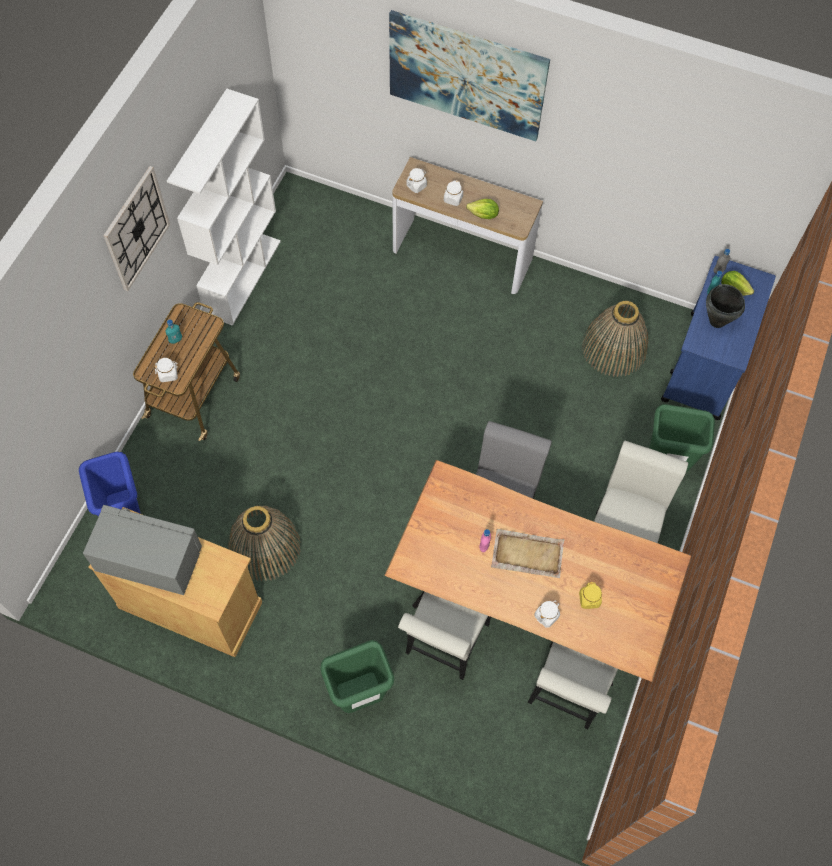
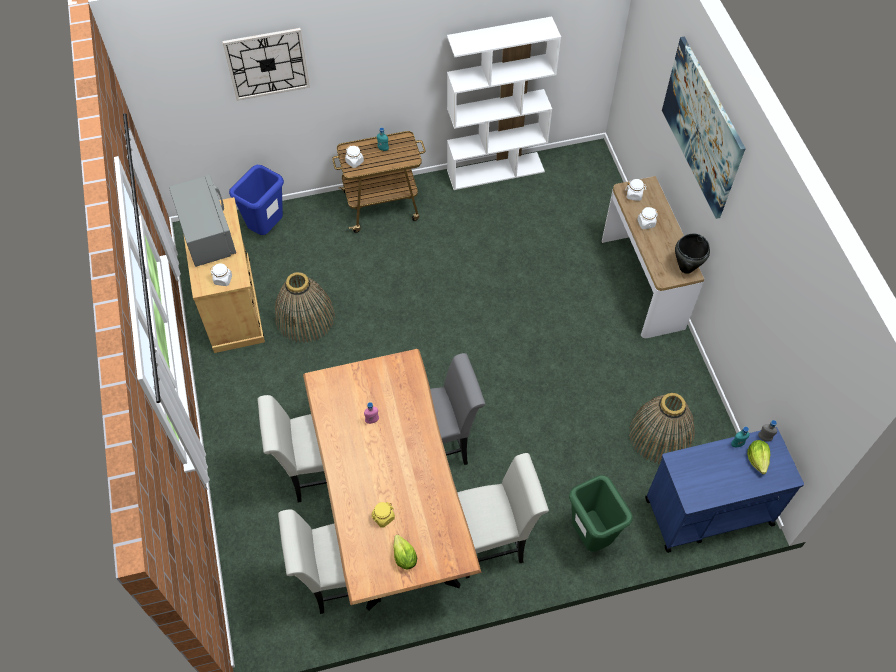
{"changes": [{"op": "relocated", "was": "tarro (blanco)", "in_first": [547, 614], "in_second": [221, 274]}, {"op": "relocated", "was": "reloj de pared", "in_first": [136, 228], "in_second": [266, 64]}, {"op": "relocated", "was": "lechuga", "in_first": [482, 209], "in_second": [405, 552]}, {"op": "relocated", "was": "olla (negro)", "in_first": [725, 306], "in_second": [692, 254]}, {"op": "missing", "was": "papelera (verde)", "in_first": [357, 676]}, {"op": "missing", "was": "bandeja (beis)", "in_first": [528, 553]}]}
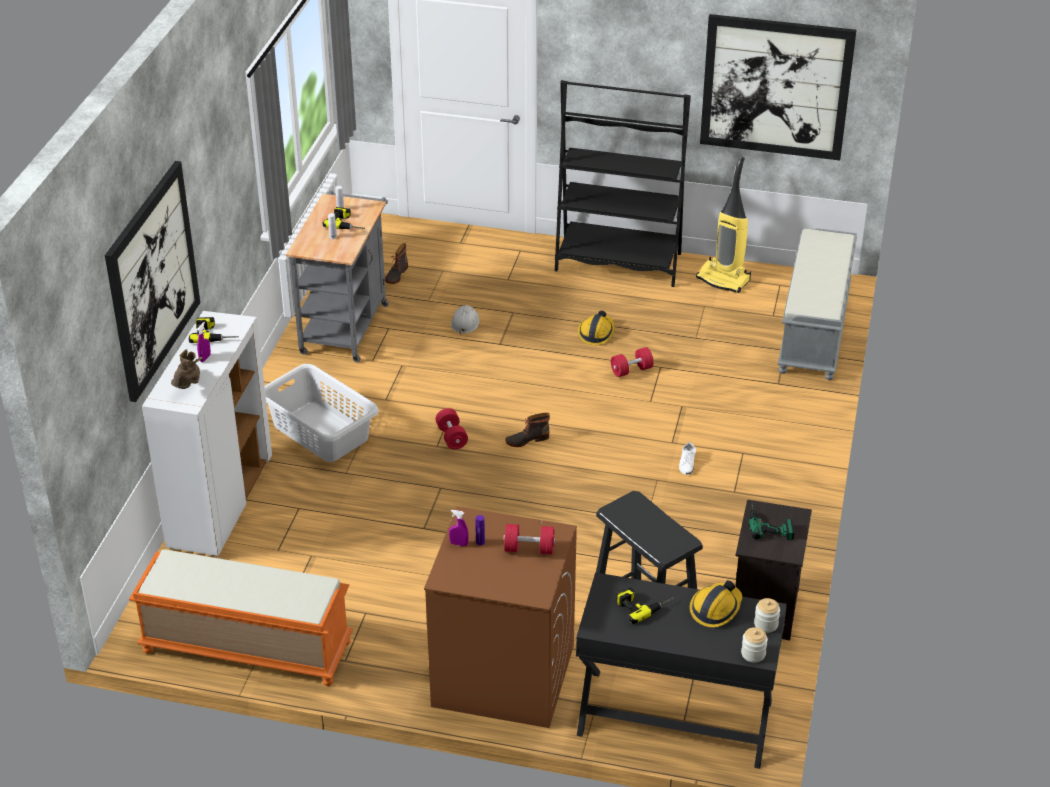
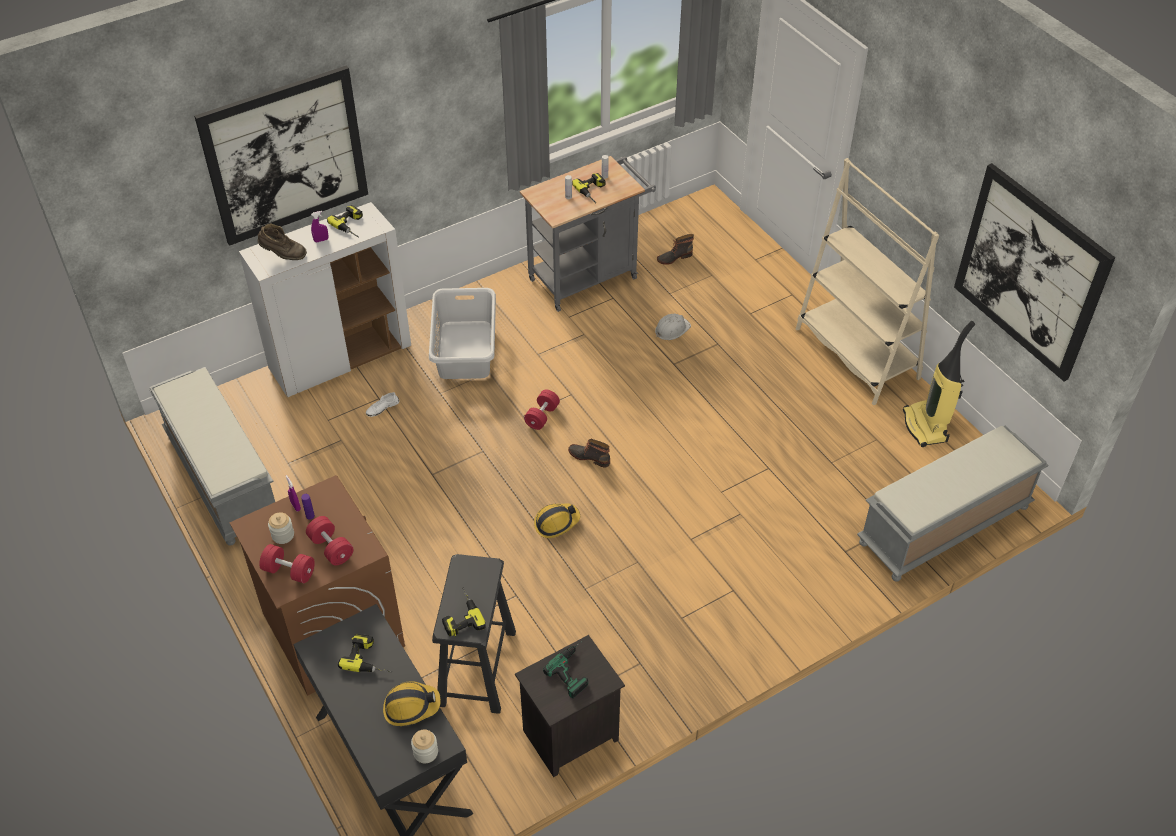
{"changes": [{"op": "colour", "was": "banco (naranja)", "now": "banco (gris)", "in_first": [241, 618], "in_second": [212, 456]}, {"op": "spun", "was": "bota (marrón)", "in_first": [187, 369], "in_second": [282, 242], "clockwise": 45}, {"op": "relocated", "was": "mancuerna (rojo)", "in_first": [632, 362], "in_second": [287, 563]}, {"op": "relocated", "was": "tarro", "in_first": [754, 645], "in_second": [281, 528]}, {"op": "relocated", "was": "zapato (blanco)", "in_first": [687, 458], "in_second": [382, 404]}, {"op": "appeared", "now": "taladro", "in_second": [464, 612]}, {"op": "relocated", "was": "casco", "in_first": [596, 328], "in_second": [557, 520]}, {"op": "colour", "was": "estantería (negro)", "now": "estantería (beis)", "in_first": [623, 183], "in_second": [868, 281]}]}
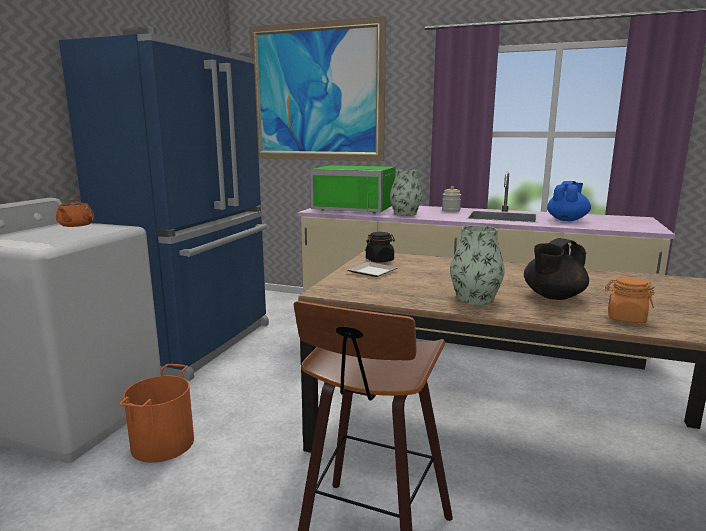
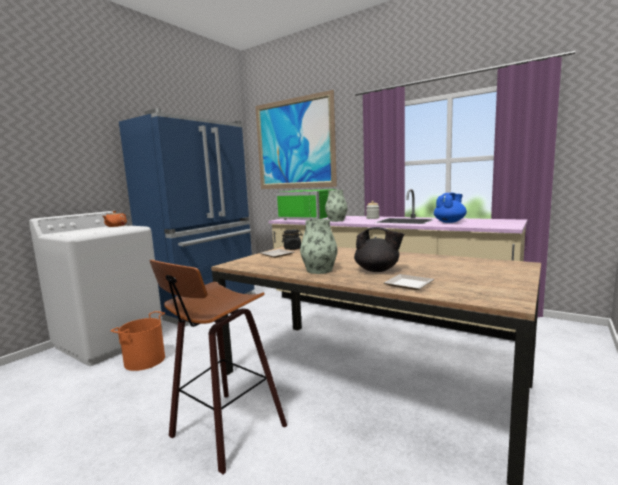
{"changes": [{"op": "spun", "was": "tetera (negro)", "in_first": [556, 269], "in_second": [379, 249], "clockwise": -135}, {"op": "exchanged", "was": "tarro (naranja)", "now": "plato", "in_first": [630, 300], "in_second": [409, 282]}]}
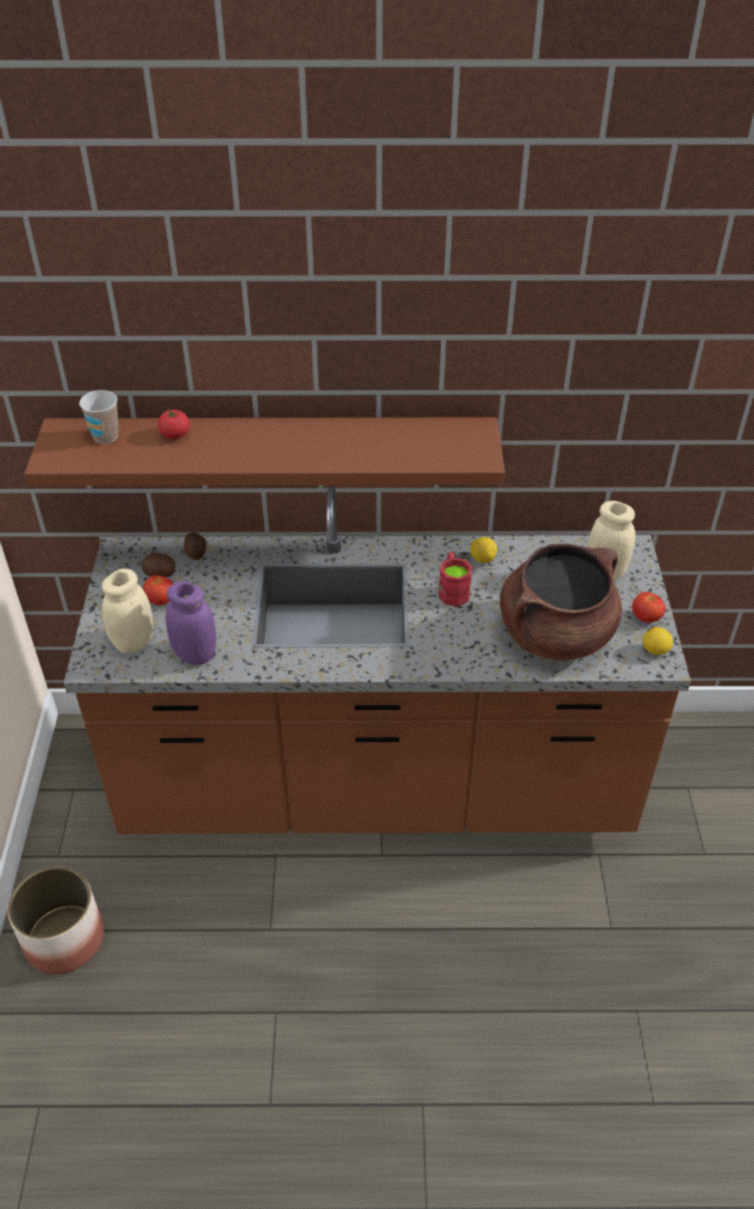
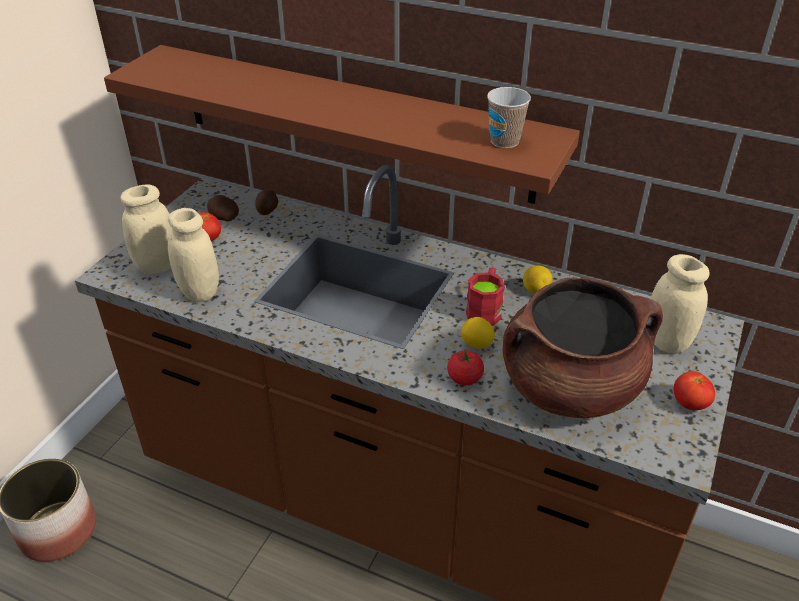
{"changes": [{"op": "colour", "was": "tarro (morado)", "now": "tarro (beis)", "in_first": [191, 623], "in_second": [193, 255]}, {"op": "relocated", "was": "tomate", "in_first": [174, 424], "in_second": [465, 367]}, {"op": "relocated", "was": "limón", "in_first": [657, 641], "in_second": [478, 333]}, {"op": "relocated", "was": "taza", "in_first": [99, 417], "in_second": [509, 117]}]}
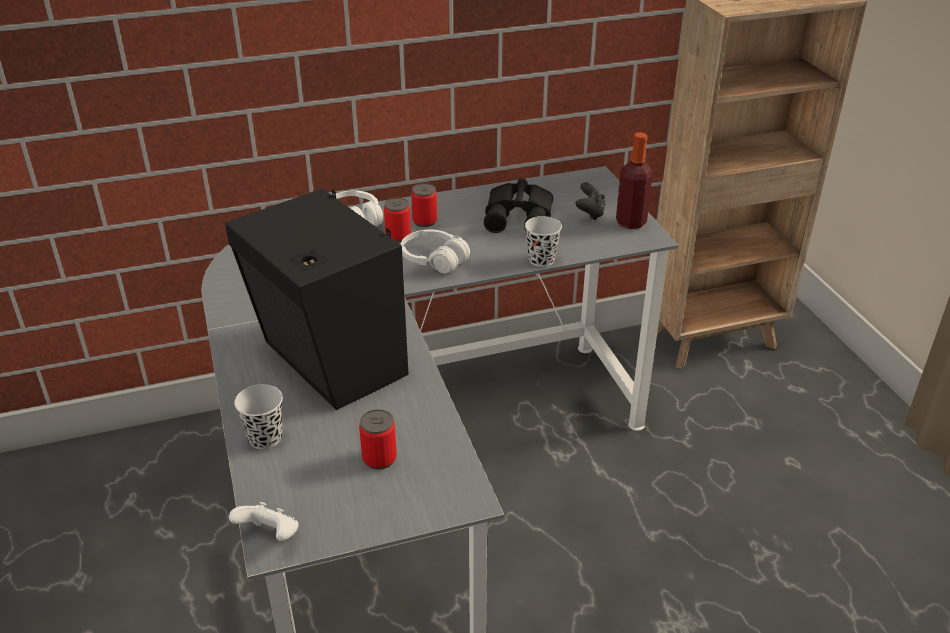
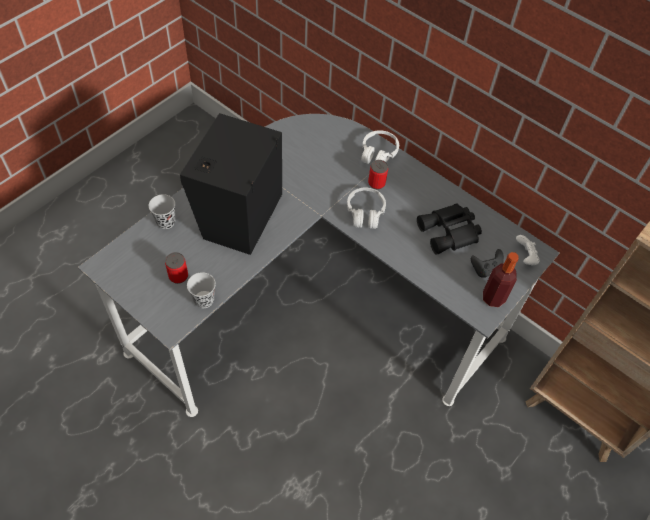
{"changes": [{"op": "relocated", "was": "taza (negro)", "in_first": [543, 241], "in_second": [201, 290]}, {"op": "relocated", "was": "mando de consola (blanco)", "in_first": [264, 521], "in_second": [527, 250]}, {"op": "missing", "was": "lata", "in_first": [424, 205]}]}
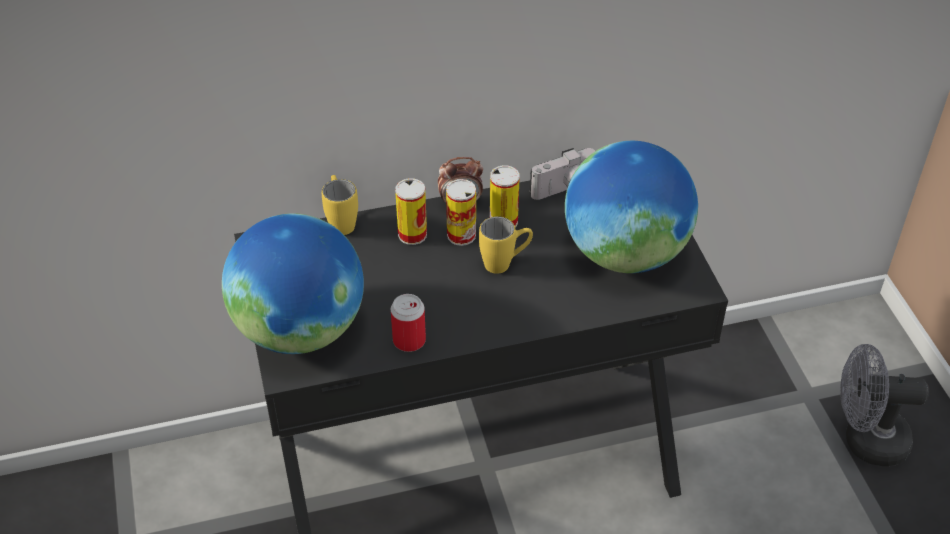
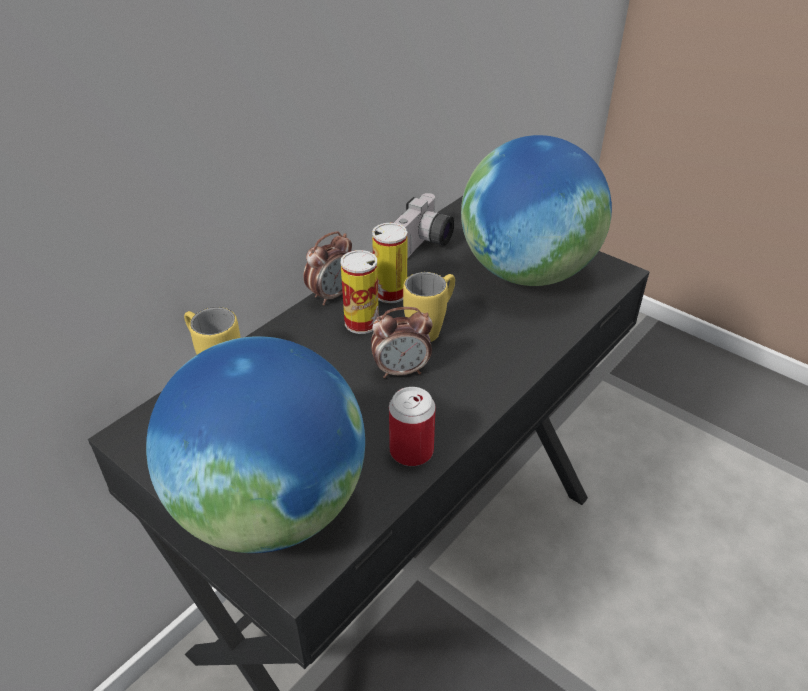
{"changes": [{"op": "appeared", "now": "despertador", "in_second": [402, 342]}, {"op": "missing", "was": "lata", "in_first": [411, 211]}, {"op": "missing", "was": "ventilador (gris)", "in_first": [884, 405]}]}
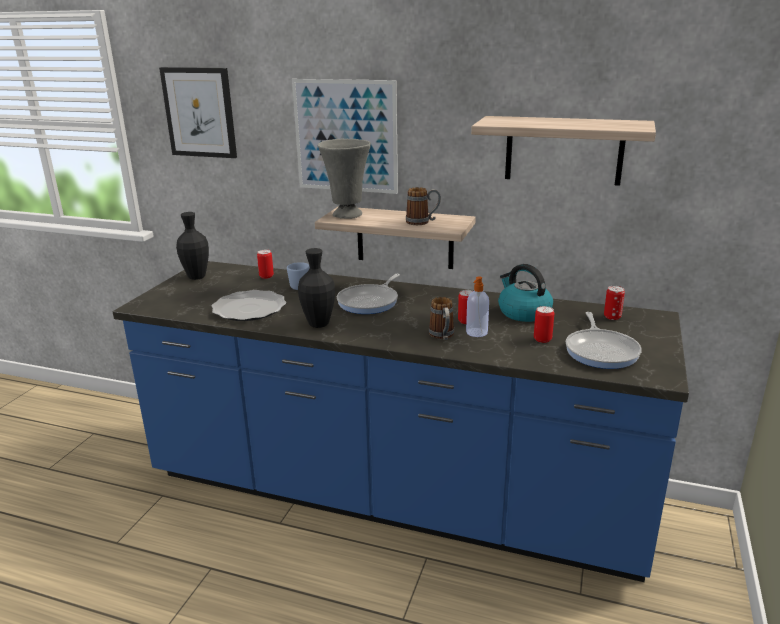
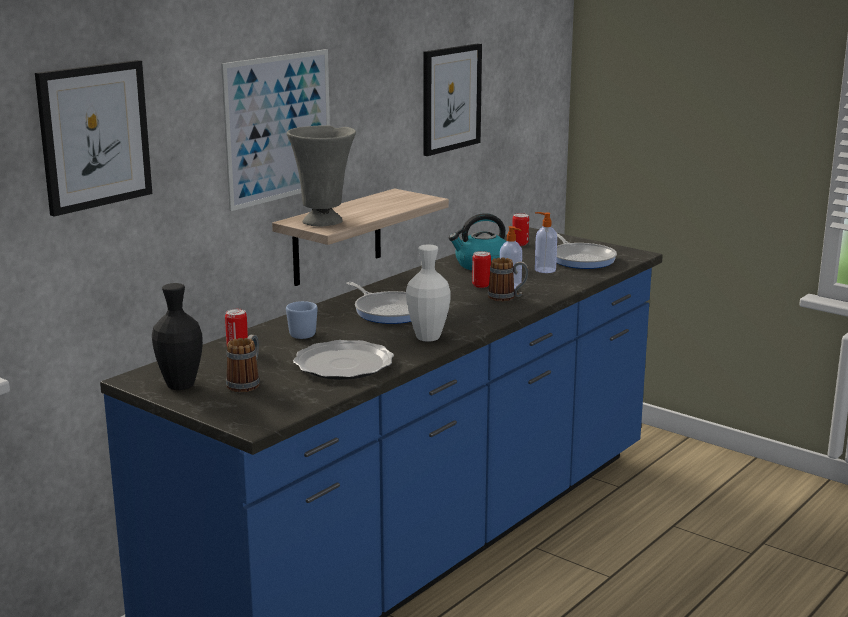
{"changes": [{"op": "relocated", "was": "taza grande", "in_first": [423, 206], "in_second": [243, 363]}, {"op": "colour", "was": "florero (negro)", "now": "florero (blanco)", "in_first": [316, 288], "in_second": [428, 293]}, {"op": "exchanged", "was": "estante", "now": "cuadro", "in_first": [563, 151], "in_second": [452, 99]}, {"op": "exchanged", "was": "lata", "now": "dispensador de jabón", "in_first": [544, 324], "in_second": [546, 242]}, {"op": "spun", "was": "sartén", "in_first": [604, 340], "in_second": [586, 251], "clockwise": 45}]}
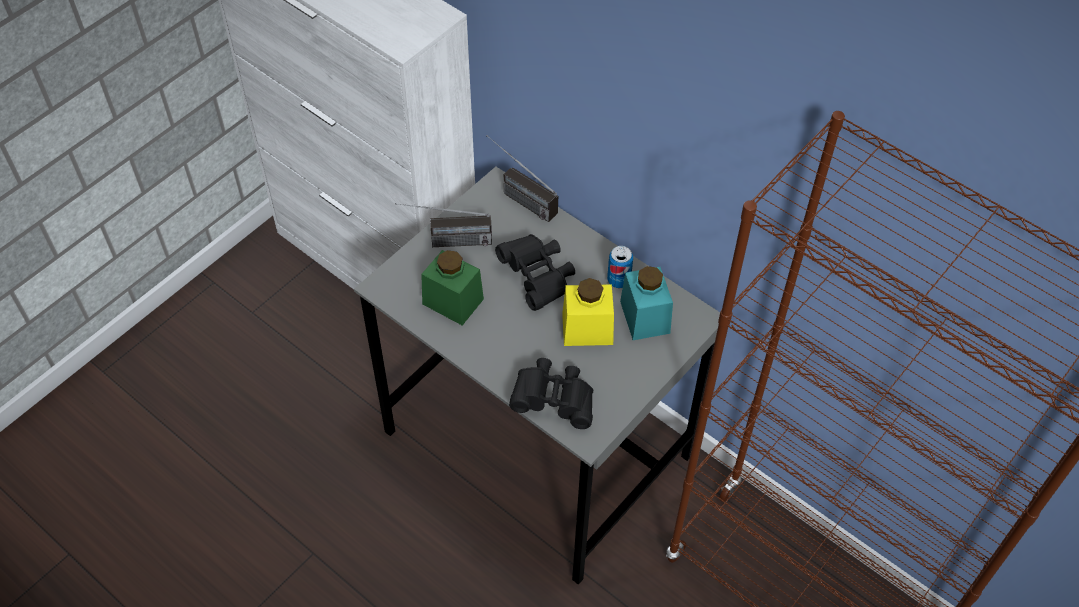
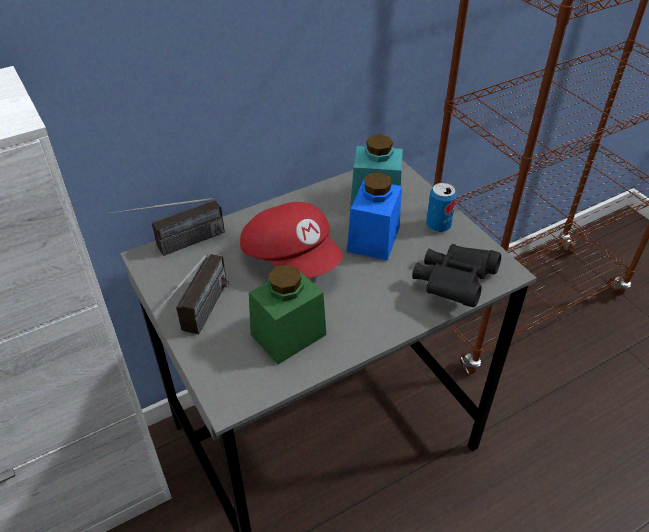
{"changes": [{"op": "exchanged", "was": "prismáticos (negro)", "now": "gorra (rojo)", "in_first": [535, 272], "in_second": [291, 240]}, {"op": "colour", "was": "tarro (amarillo)", "now": "tarro (azul)", "in_first": [588, 312], "in_second": [374, 217]}, {"op": "relocated", "was": "lata", "in_first": [620, 267], "in_second": [441, 207]}]}
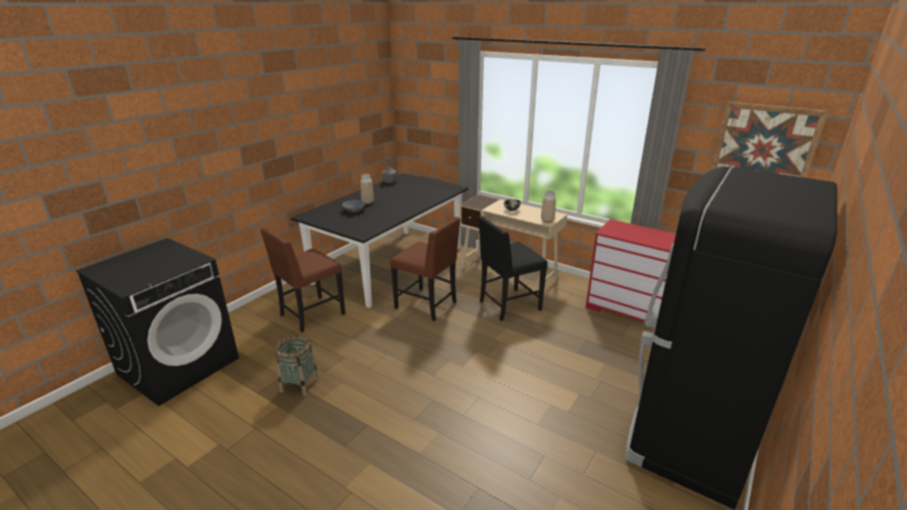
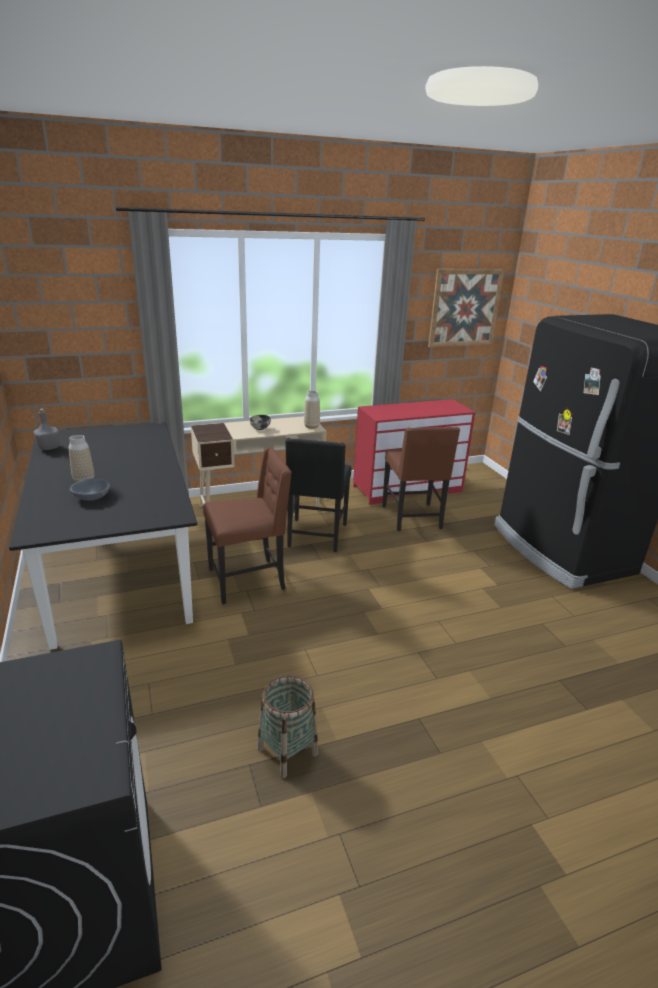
{"changes": [{"op": "relocated", "was": "silla (marrón)", "in_first": [302, 279], "in_second": [421, 479]}]}
